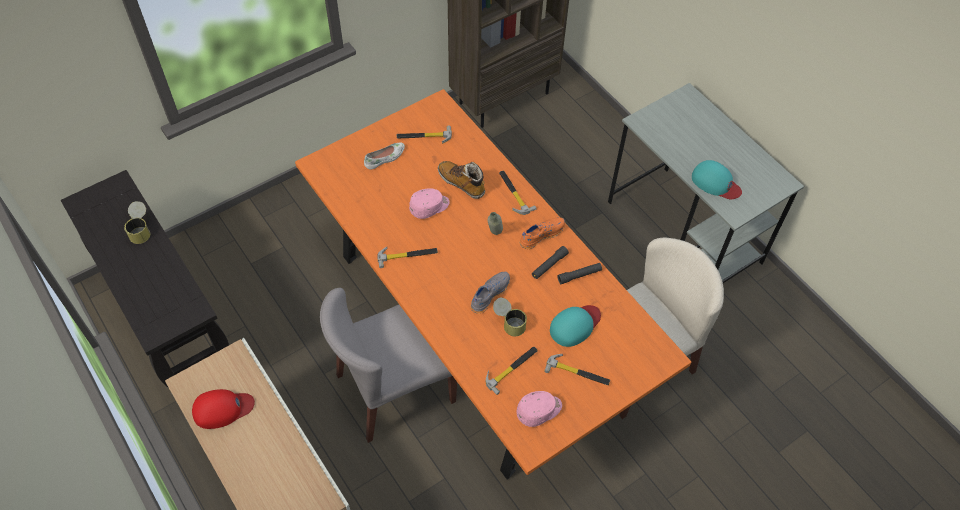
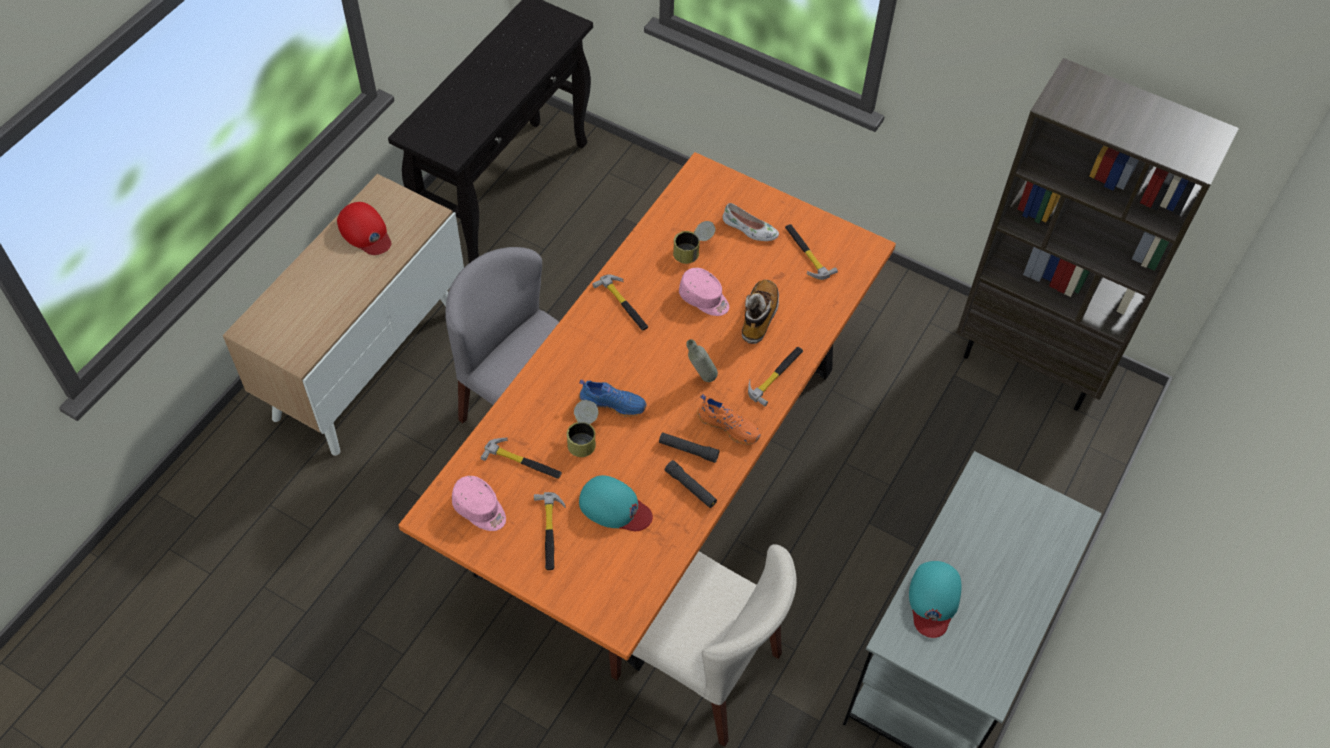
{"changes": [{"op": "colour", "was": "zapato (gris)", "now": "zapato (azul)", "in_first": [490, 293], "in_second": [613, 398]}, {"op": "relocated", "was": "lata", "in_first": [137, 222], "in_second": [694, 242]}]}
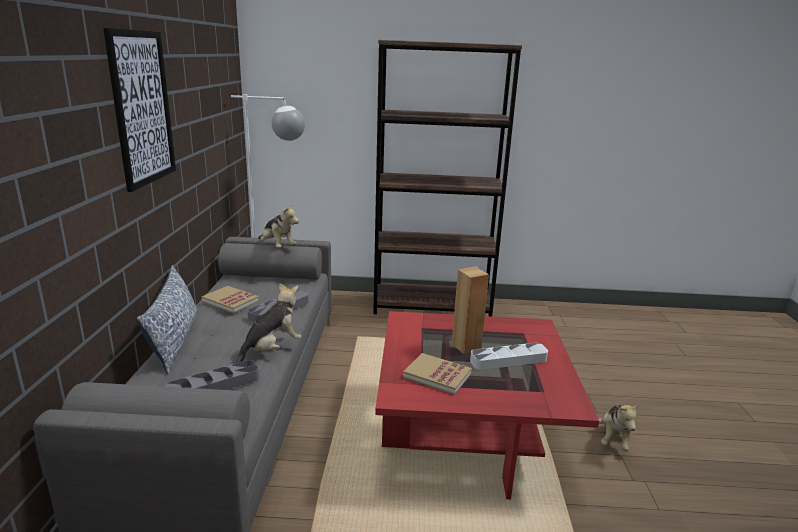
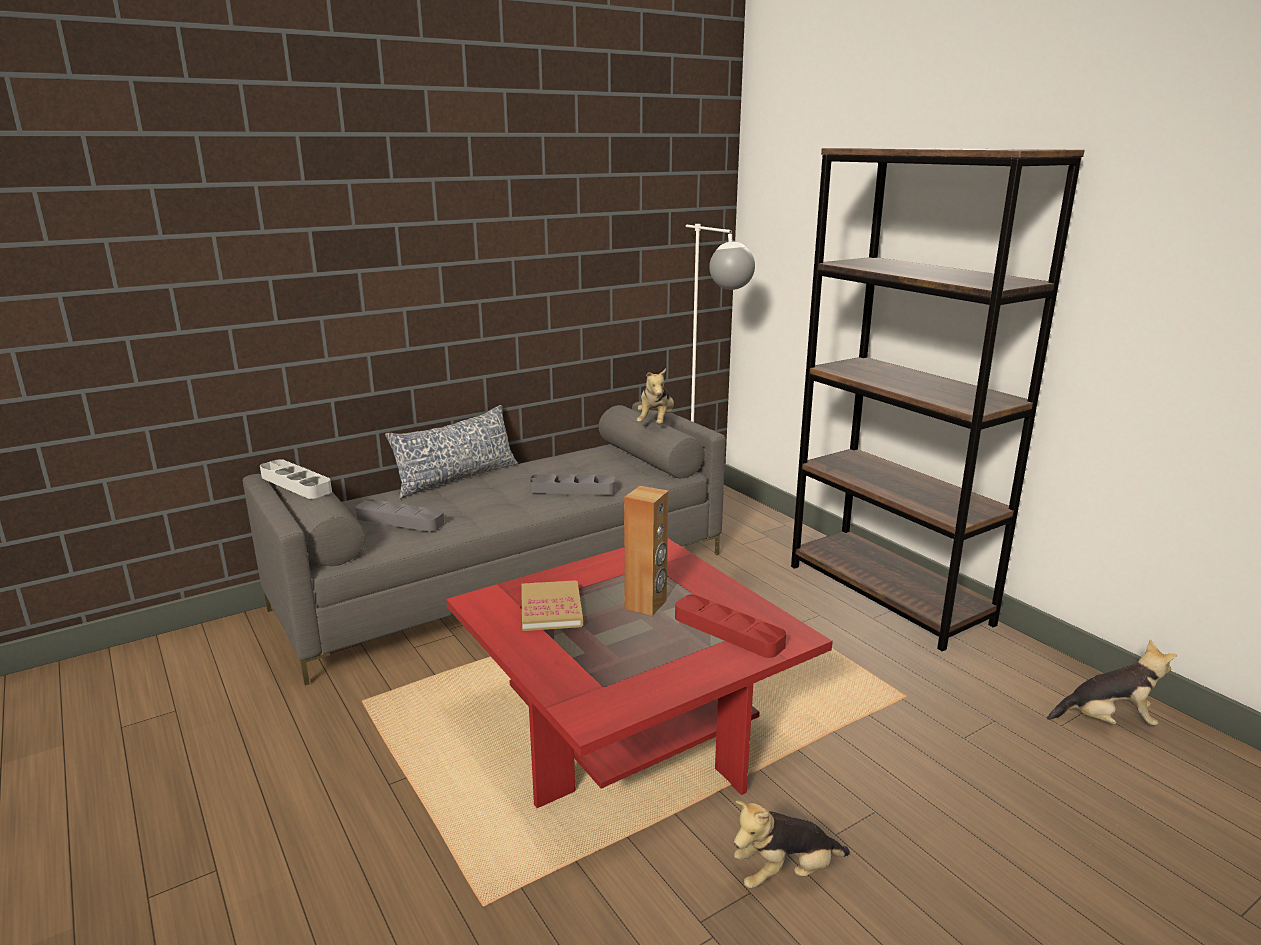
{"changes": [{"op": "relocated", "was": "bandeja (gris)", "in_first": [509, 356], "in_second": [296, 479]}, {"op": "appeared", "now": "bandeja (rojo)", "in_second": [730, 626]}, {"op": "relocated", "was": "peluche", "in_first": [269, 323], "in_second": [1112, 682]}, {"op": "missing", "was": "cuadro", "in_first": [139, 110]}, {"op": "missing", "was": "libro", "in_first": [231, 299]}]}
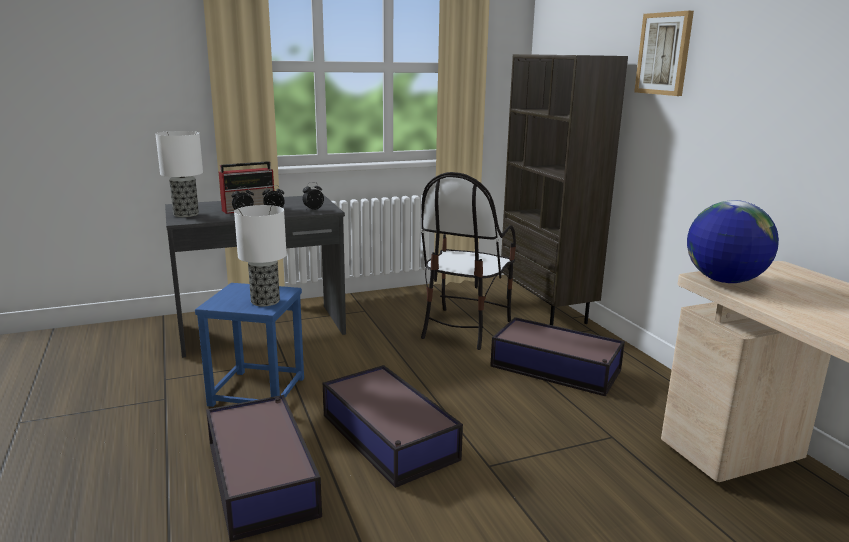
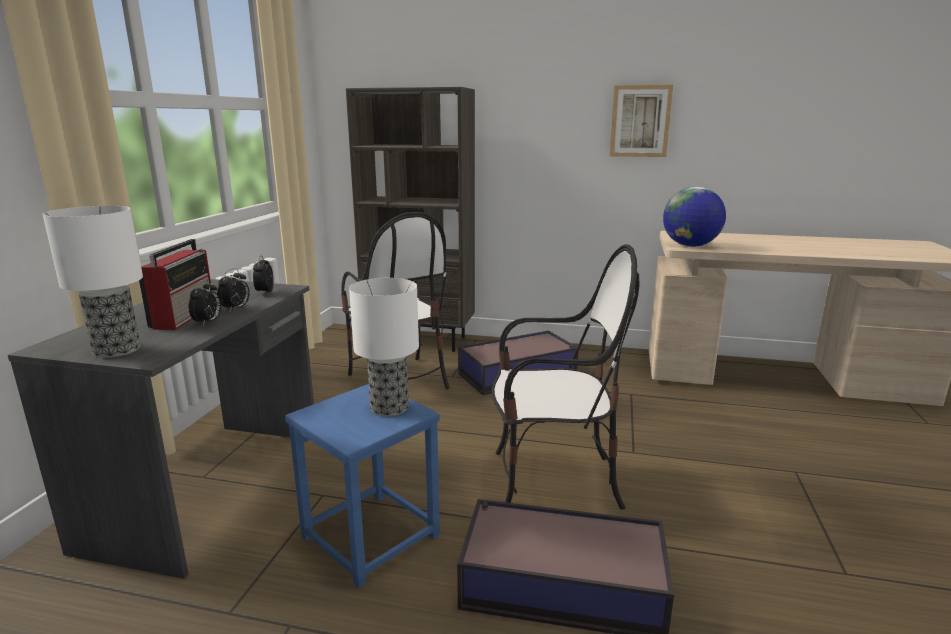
{"changes": [{"op": "exchanged", "was": "caja de almacenaje", "now": "silla", "in_first": [393, 426], "in_second": [566, 377]}, {"op": "relocated", "was": "cuadro", "in_first": [664, 53], "in_second": [641, 121]}]}
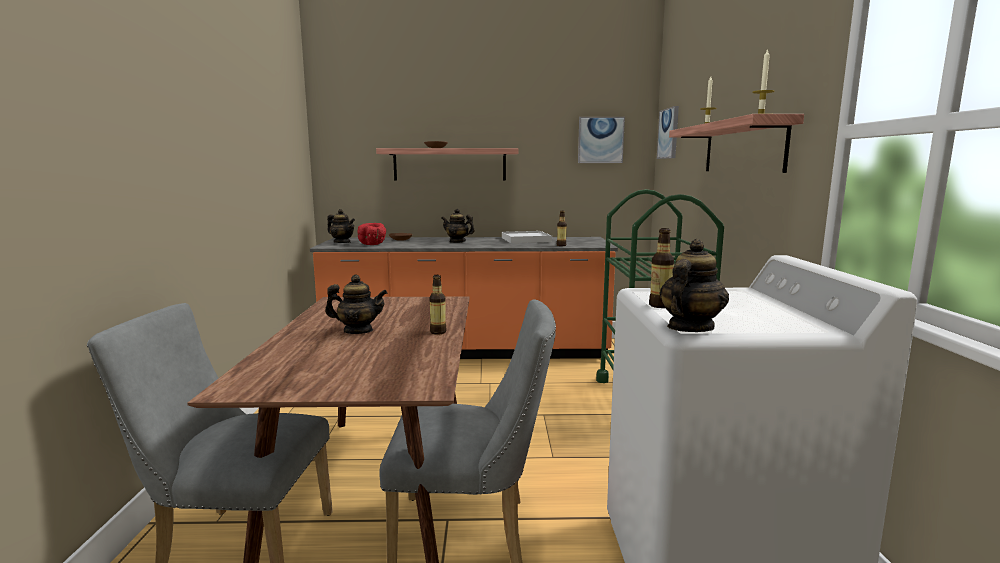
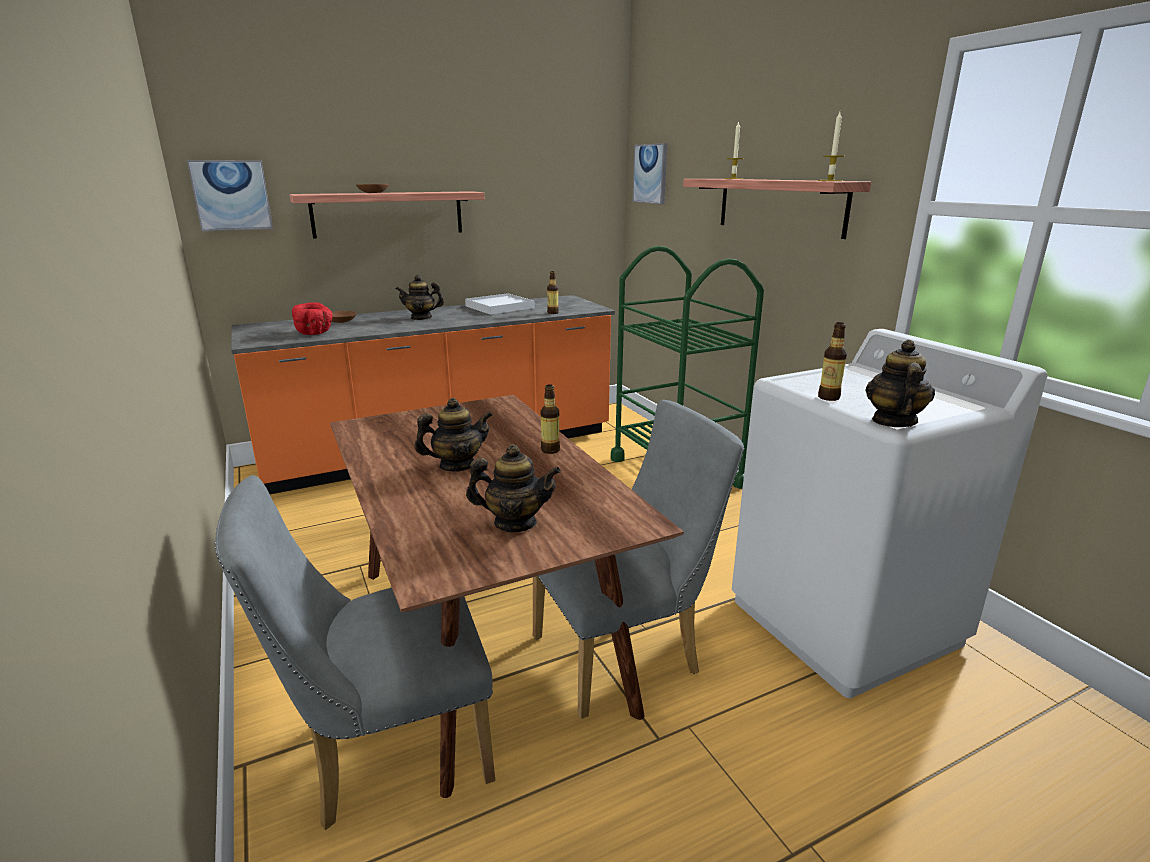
{"changes": [{"op": "relocated", "was": "cuadro", "in_first": [601, 140], "in_second": [230, 195]}, {"op": "relocated", "was": "tetera", "in_first": [341, 226], "in_second": [513, 488]}]}
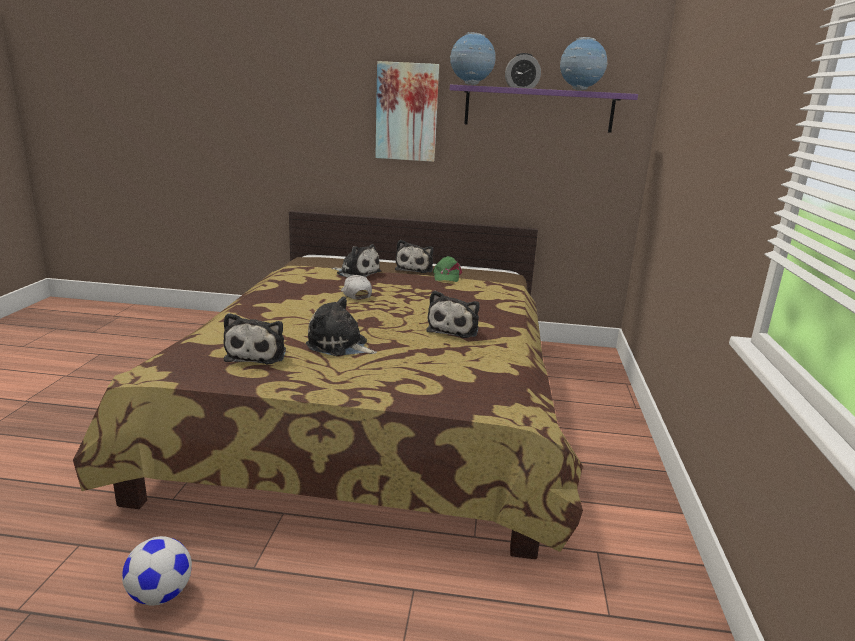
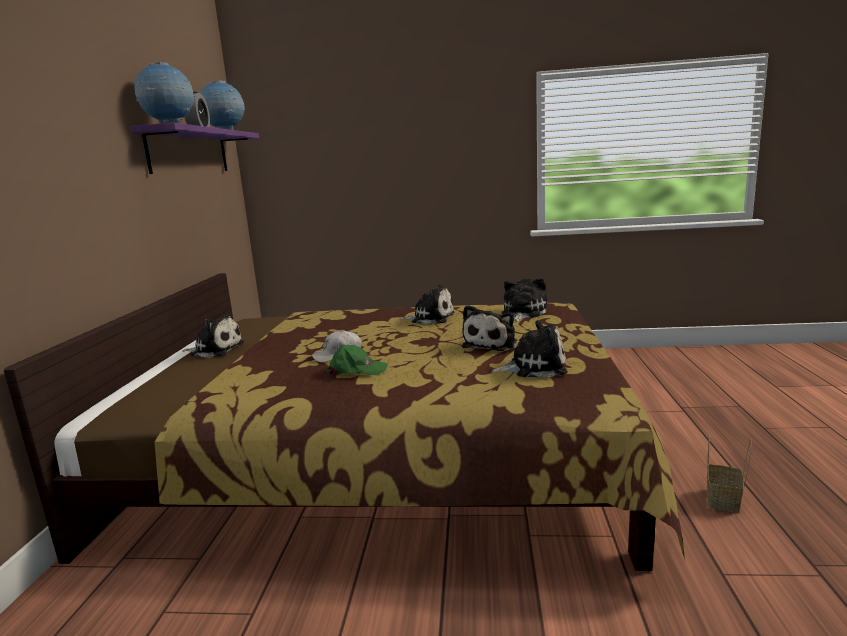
{"changes": [{"op": "relocated", "was": "gorra (verde)", "in_first": [447, 269], "in_second": [358, 360]}, {"op": "relocated", "was": "peluche", "in_first": [356, 261], "in_second": [524, 300]}, {"op": "exchanged", "was": "balón de fútbol", "now": "cesta", "in_first": [157, 570], "in_second": [729, 473]}, {"op": "missing", "was": "cuadro", "in_first": [407, 111]}]}
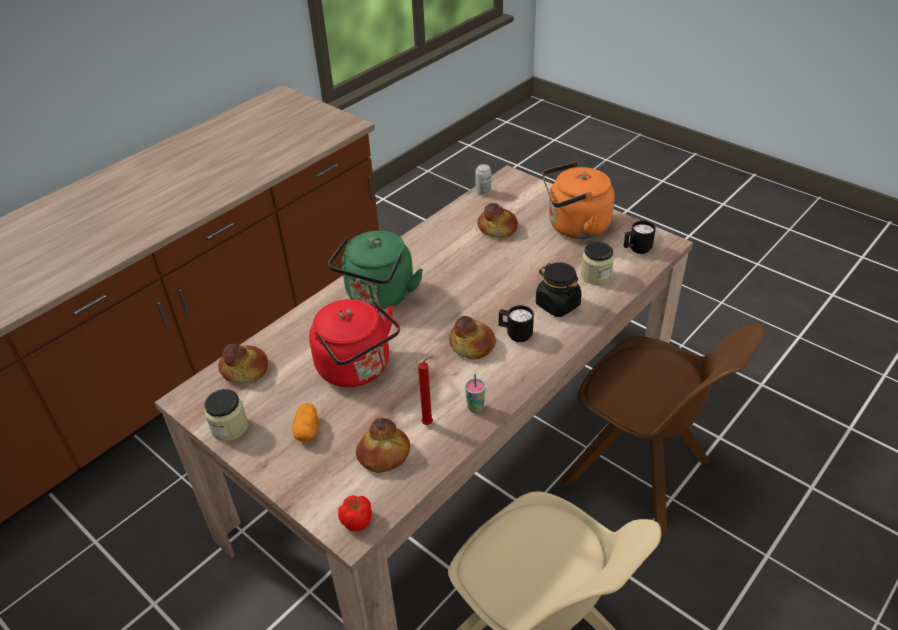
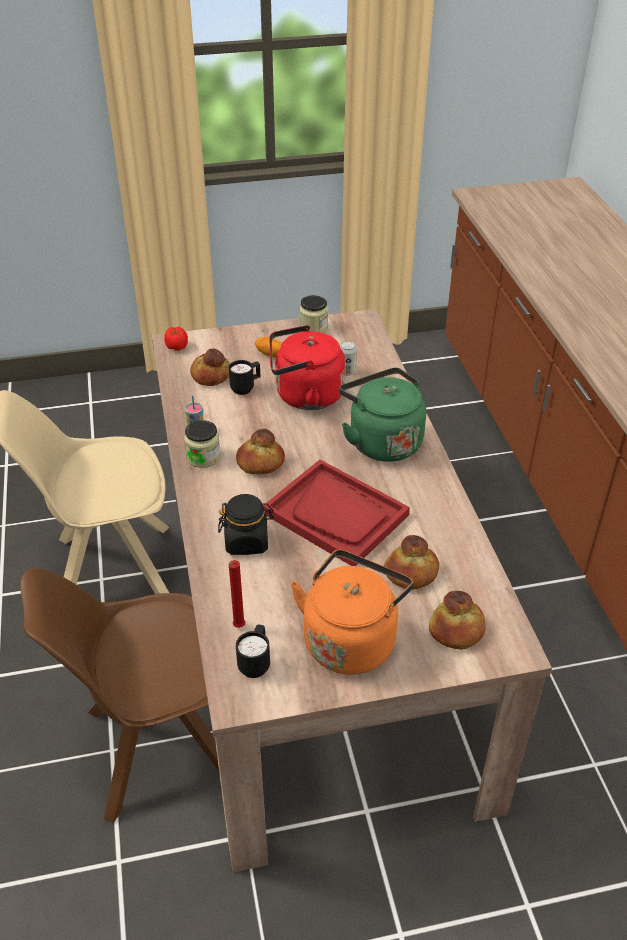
{"changes": [{"op": "relocated", "was": "tarro", "in_first": [597, 263], "in_second": [202, 444]}, {"op": "relocated", "was": "taza grande (negro)", "in_first": [516, 323], "in_second": [244, 377]}, {"op": "relocated", "was": "vela (rojo)", "in_first": [425, 390], "in_second": [237, 594]}, {"op": "appeared", "now": "bandeja (rojo)", "in_second": [336, 512]}, {"op": "relocated", "was": "lata", "in_first": [483, 179], "in_second": [348, 358]}, {"op": "relocated", "was": "pan", "in_first": [243, 364], "in_second": [457, 620]}]}
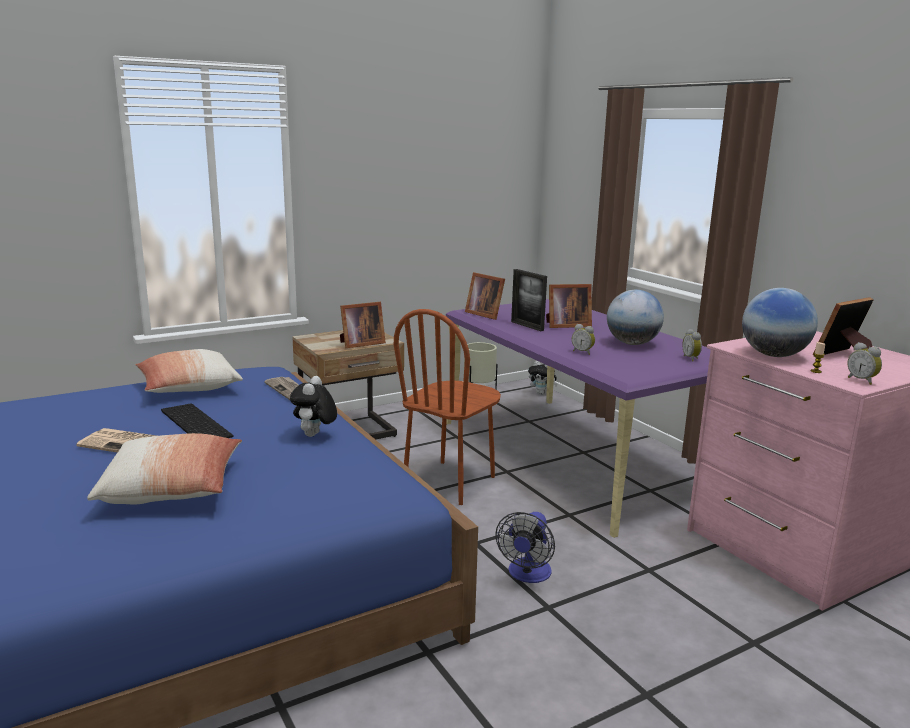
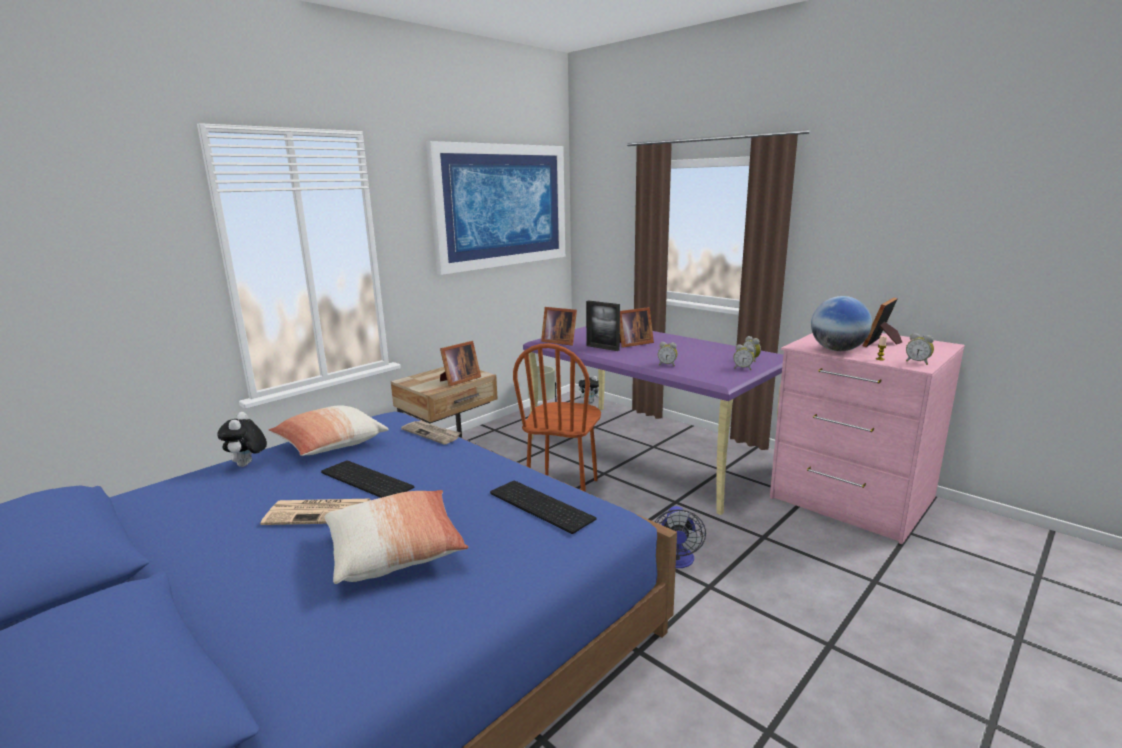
{"changes": [{"op": "relocated", "was": "peluche", "in_first": [313, 406], "in_second": [242, 439]}, {"op": "appeared", "now": "cuadro", "in_second": [495, 208]}, {"op": "appeared", "now": "teclado", "in_second": [543, 507]}, {"op": "appeared", "now": "despertador", "in_second": [743, 357]}, {"op": "missing", "was": "globo terráqueo", "in_first": [635, 317]}]}
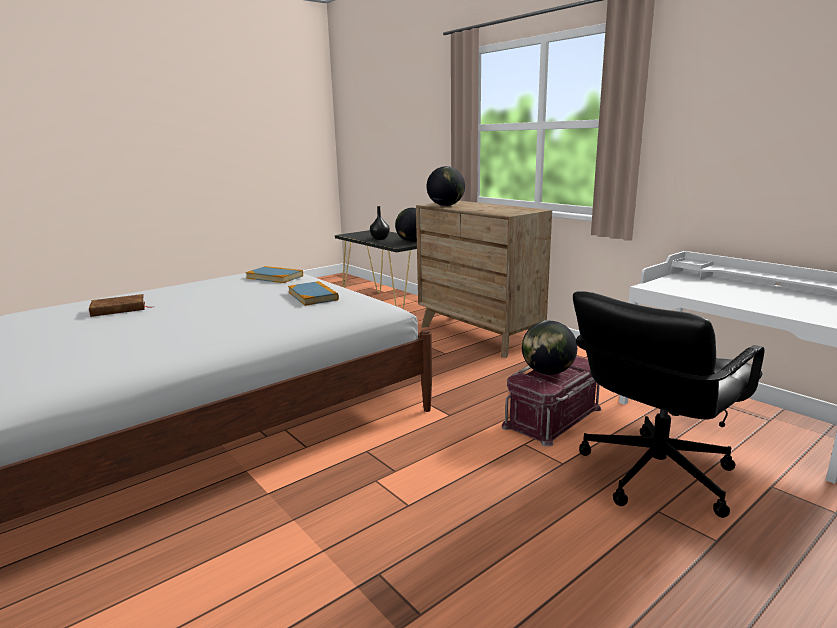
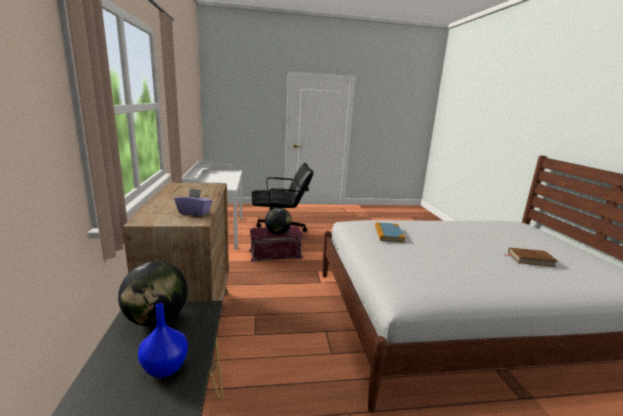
{"changes": [{"op": "colour", "was": "florero (negro)", "now": "florero (azul)", "in_first": [380, 223], "in_second": [163, 340]}, {"op": "exchanged", "was": "globo terráqueo", "now": "caja de pañuelos (morado)", "in_first": [445, 186], "in_second": [193, 202]}, {"op": "missing", "was": "libro", "in_first": [274, 274]}]}
